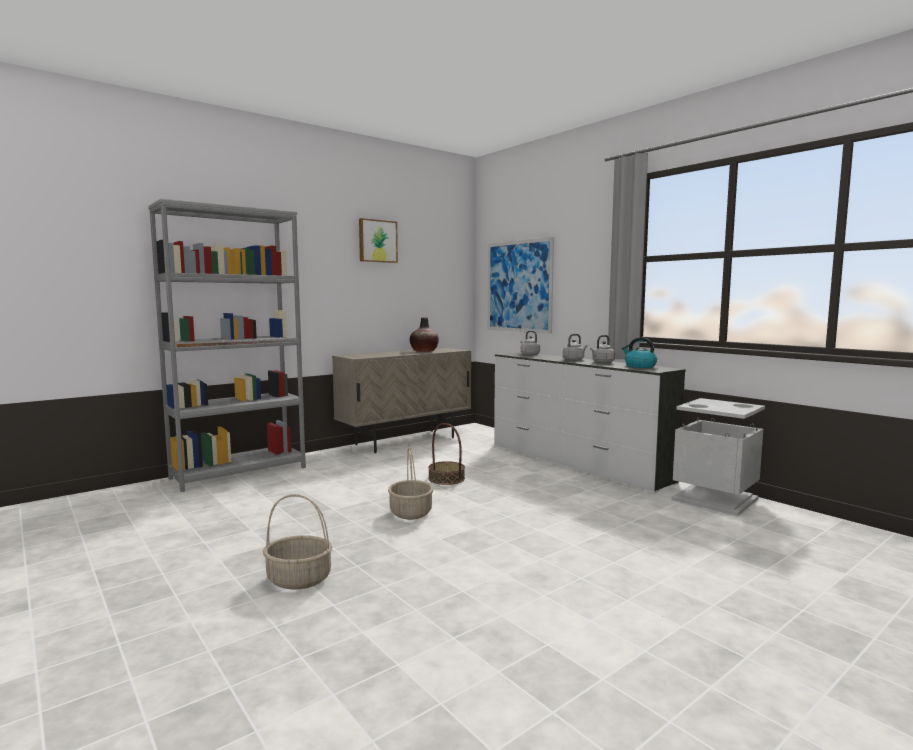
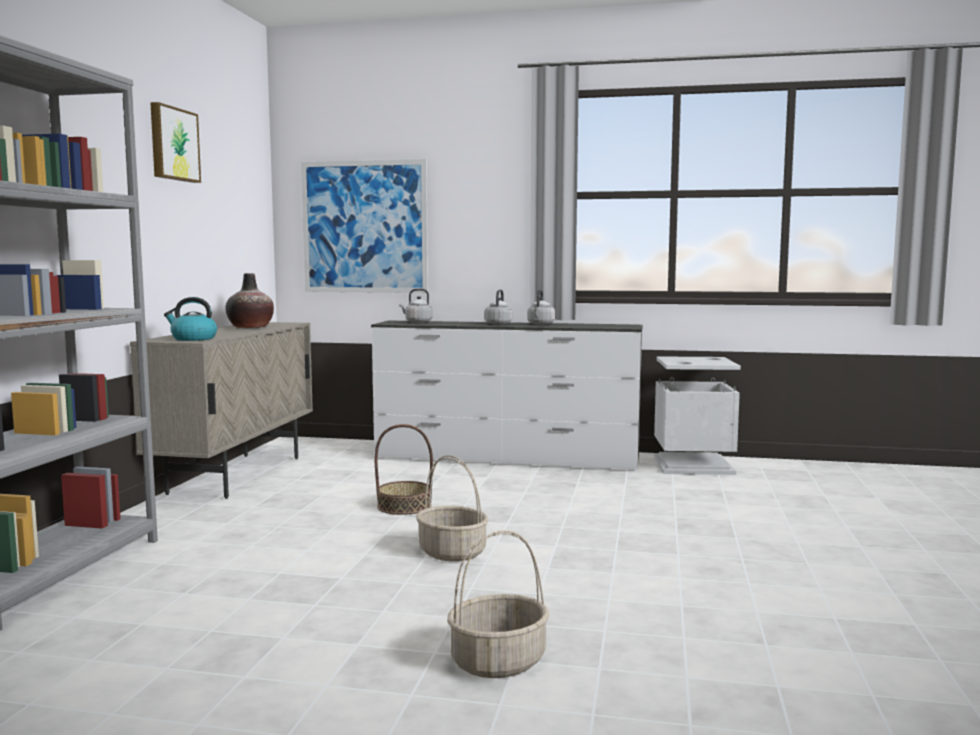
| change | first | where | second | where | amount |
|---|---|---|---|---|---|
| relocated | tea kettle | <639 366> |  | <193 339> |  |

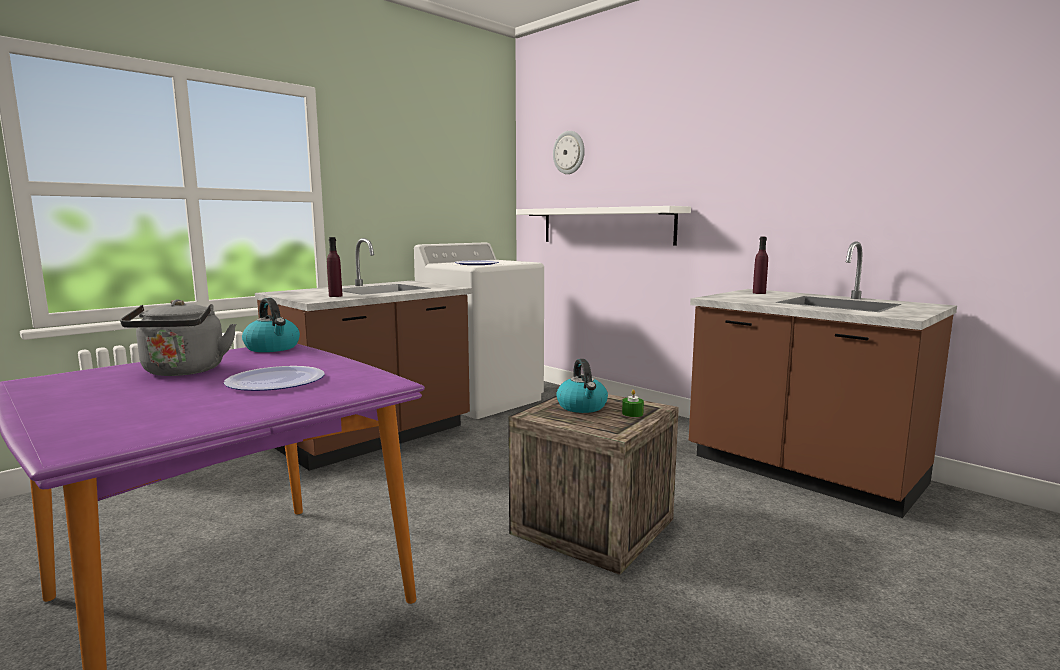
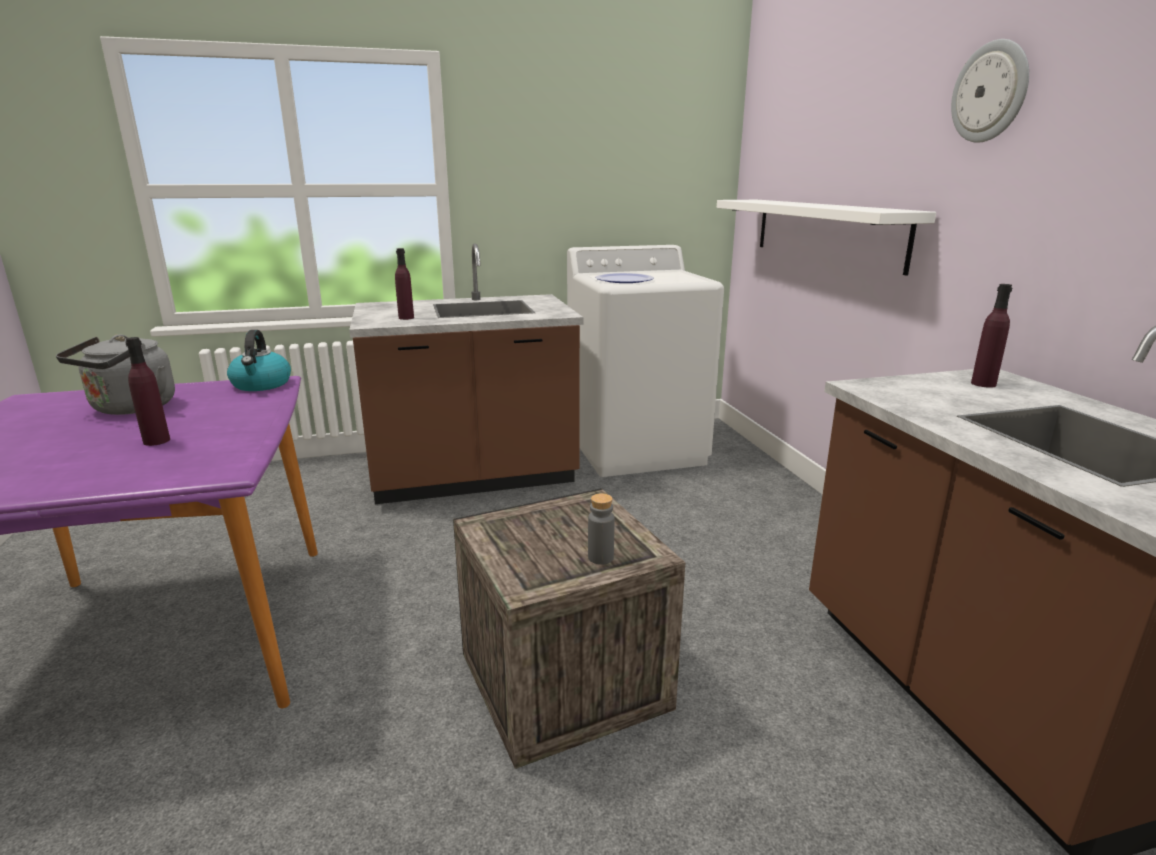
| change | first | where | second | where | amount |
|---|---|---|---|---|---|
| exchanged | flat dish | <275 381> | drink bottle (purple-coloured) | <156 441> |  |
| relocated | hanging clock | <569 152> |  | <990 92> |  |
| missing | tea kettle | <582 407> |  |  |  |
| exchanged | wax candle (green) | <632 413> | drink bottle (grey) | <600 557> |  |

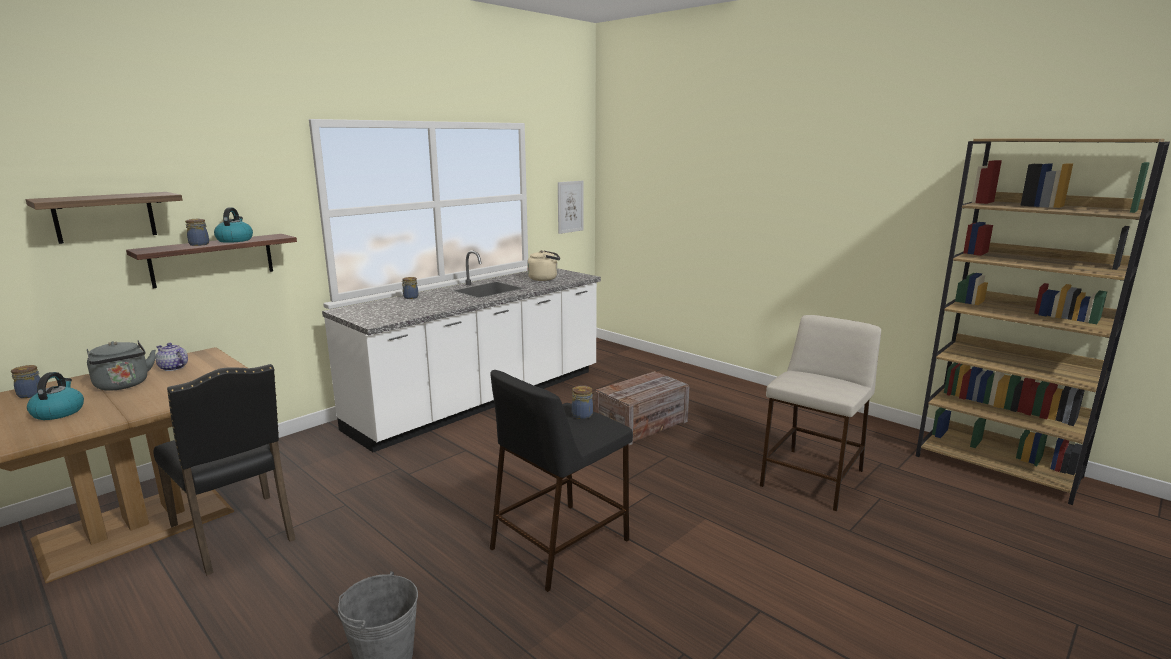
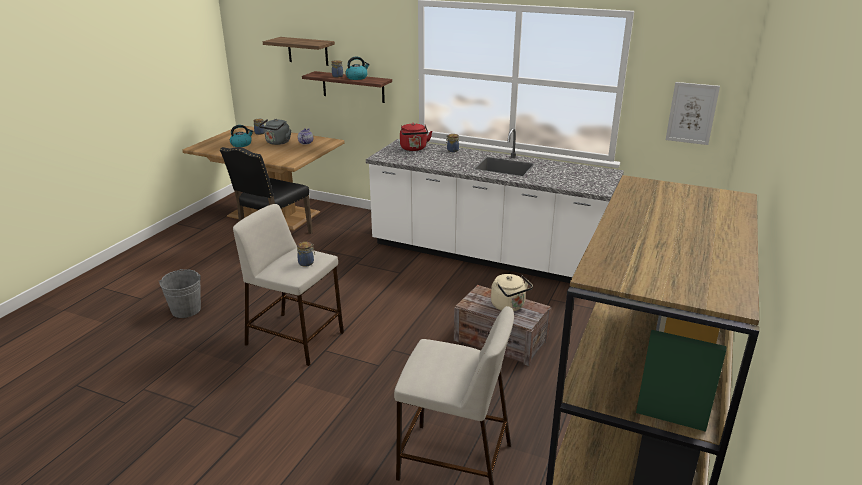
| change | first | where | second | where | amount |
|---|---|---|---|---|---|
| colour | stool seat (black) | <561 543> | stool seat (sand-coloured) | <296 338> |  |
| relocated | tea kettle (sand-coloured) | <544 278> |  | <509 306> |  |
| appeared |  |  | tea kettle (reddish) | <414 149> |  |

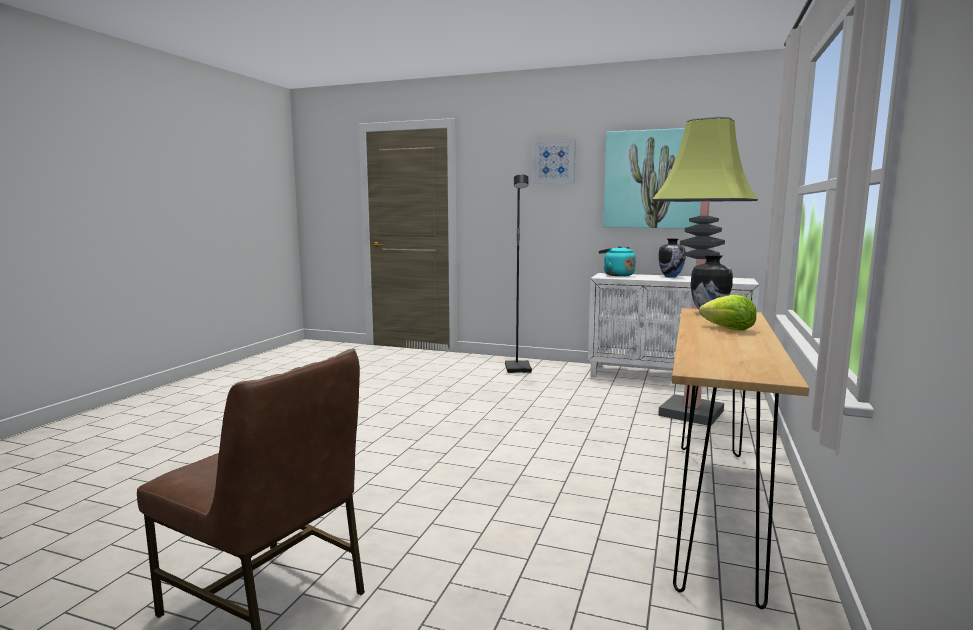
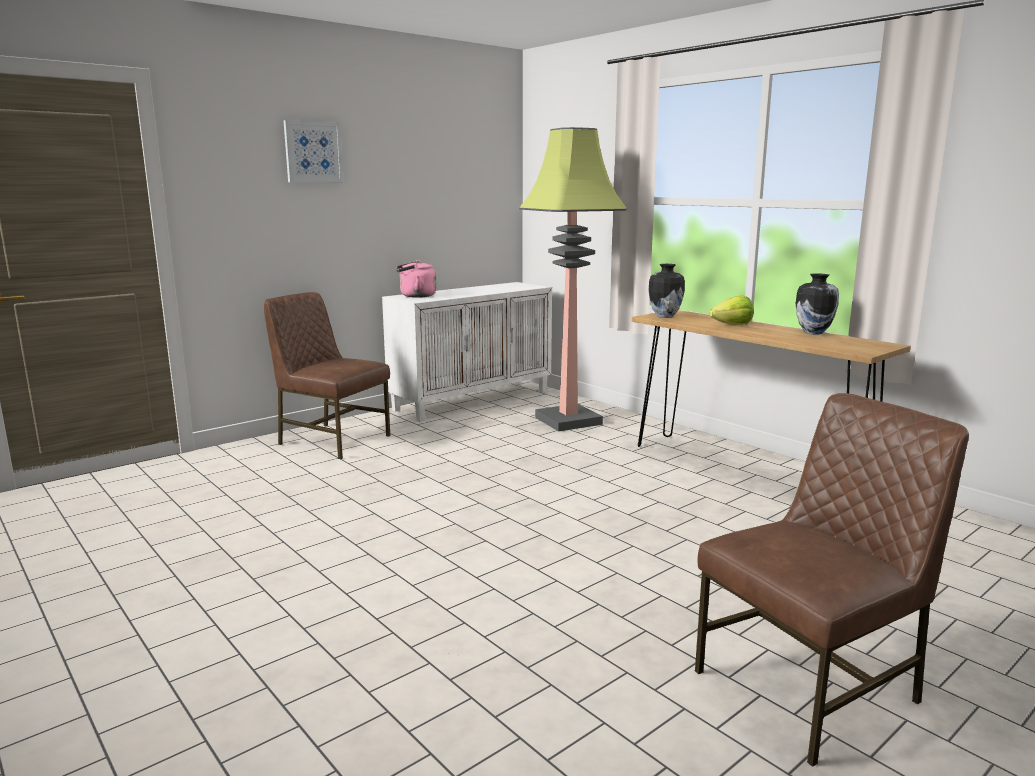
| change | first | where | second | where | amount |
|---|---|---|---|---|---|
| exchanged | standard lamp (black) | <518 368> | upright chair (brown) | <332 440> |  |
| colour | tea kettle (turquoise-coloured) | <616 275> | tea kettle (pinkish) | <415 296> |  |
| missing | wall picture | <653 179> |  |  |  |
| relocated | flower vase | <671 276> |  | <813 332> |  |

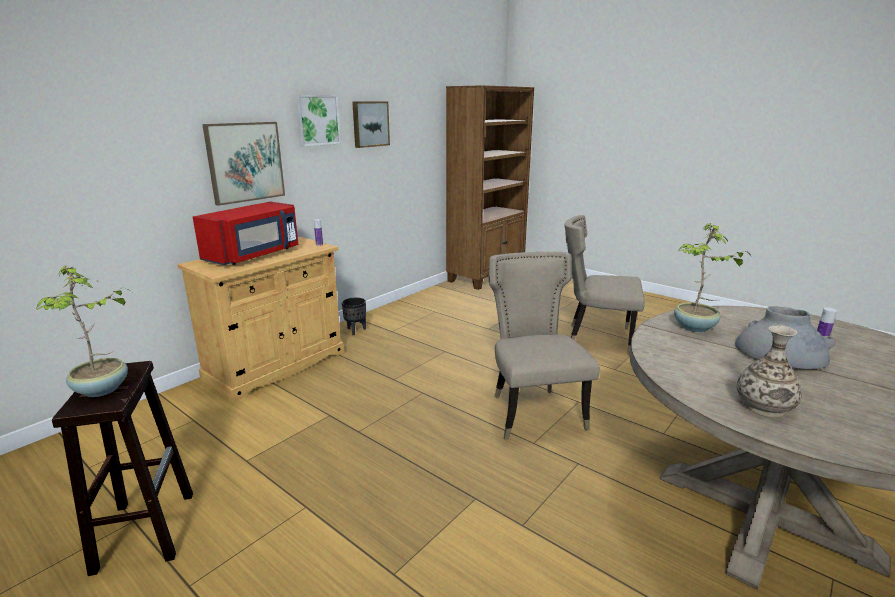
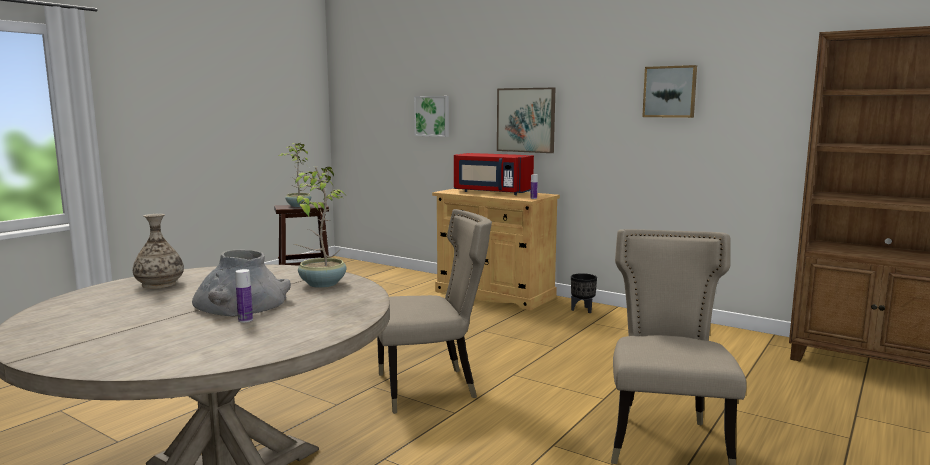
| change | first | where | second | where | amount |
|---|---|---|---|---|---|
| relocated | wall picture | <317 120> |  | <432 116> |  |

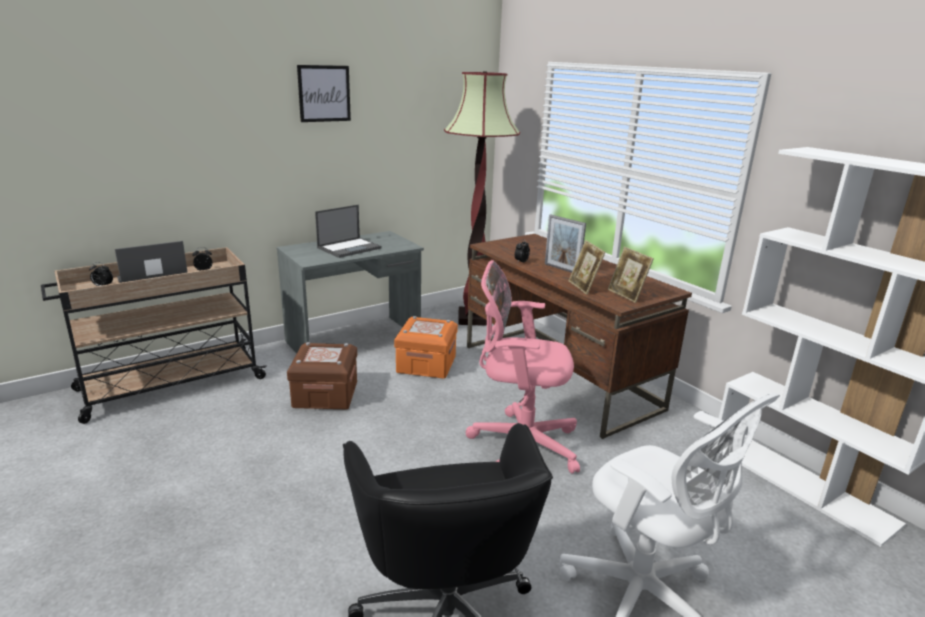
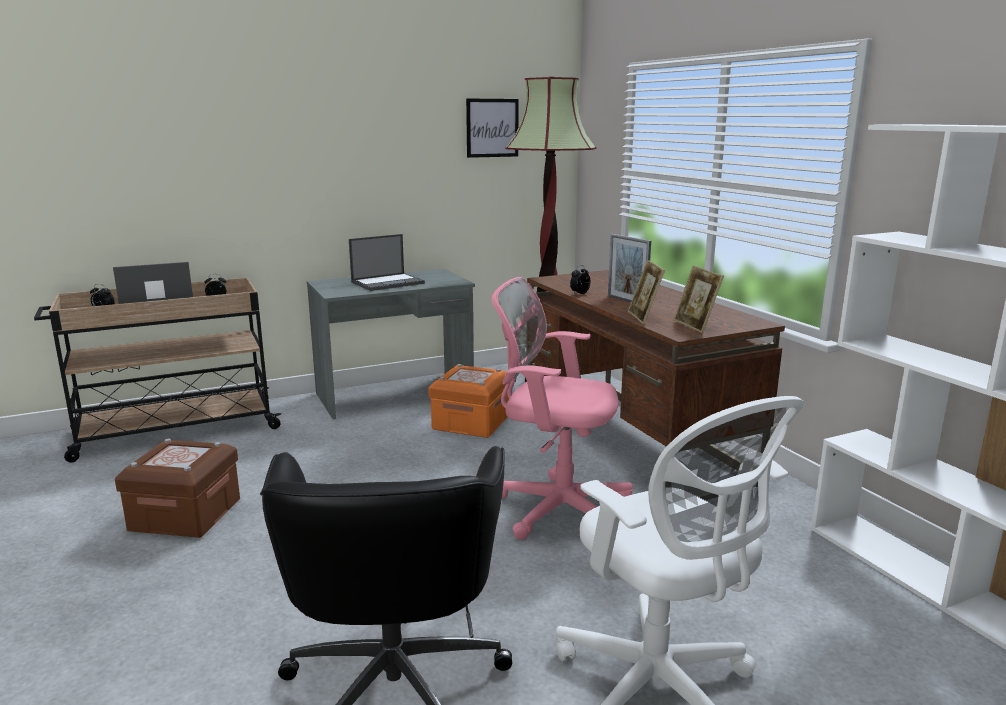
| change | first | where | second | where | amount |
|---|---|---|---|---|---|
| relocated | storage bin (brown) | <325 394> |  | <185 515> |  |
| relocated | wall picture | <324 93> |  | <492 128> |  |

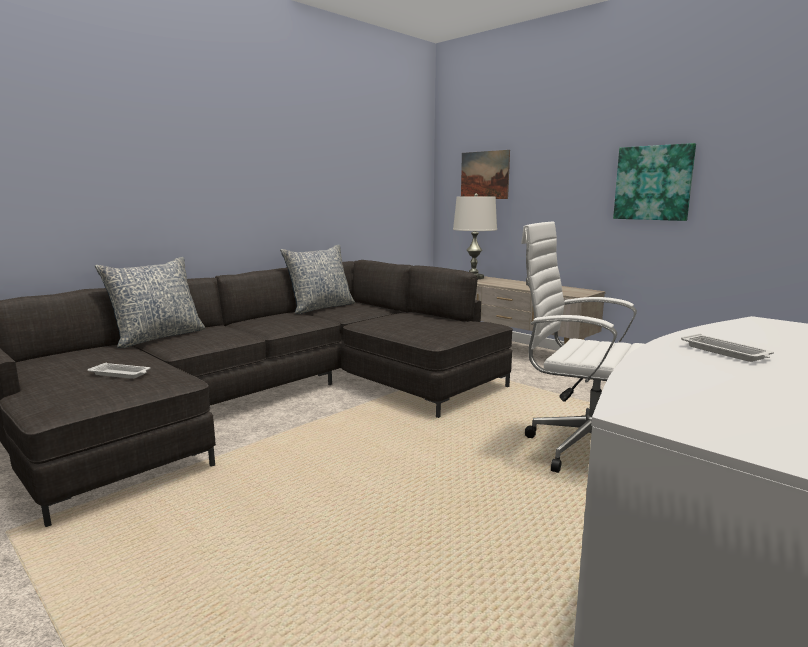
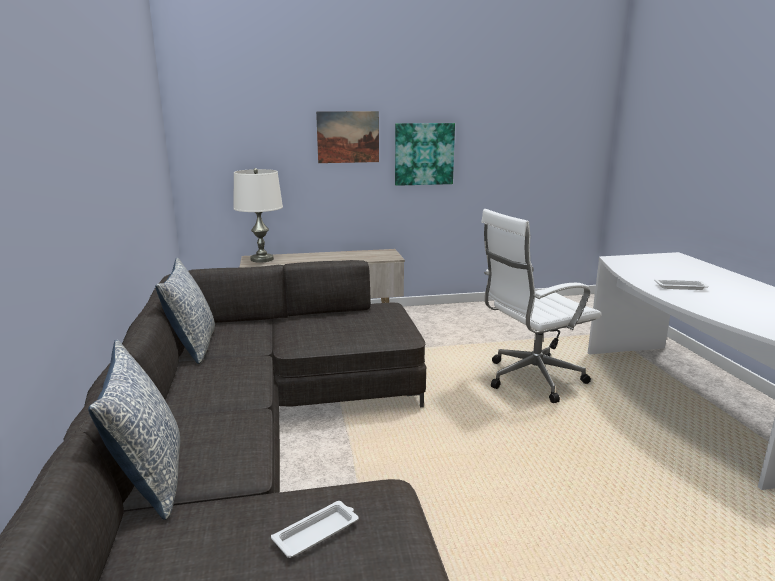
| change | first | where | second | where | amount |
|---|---|---|---|---|---|
| relocated | wall picture | <484 175> |  | <348 137> |  |

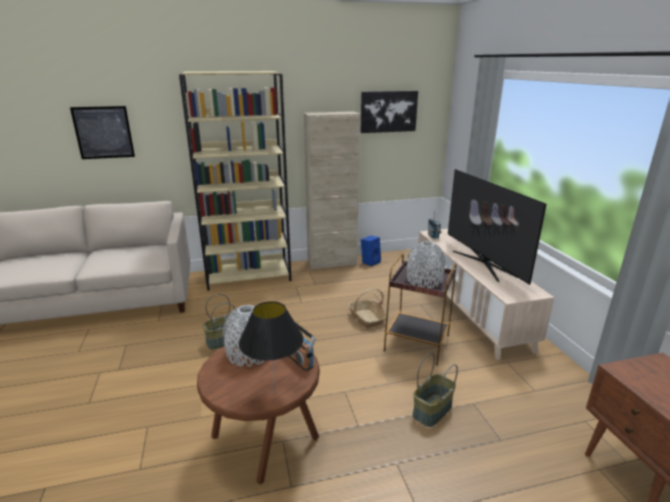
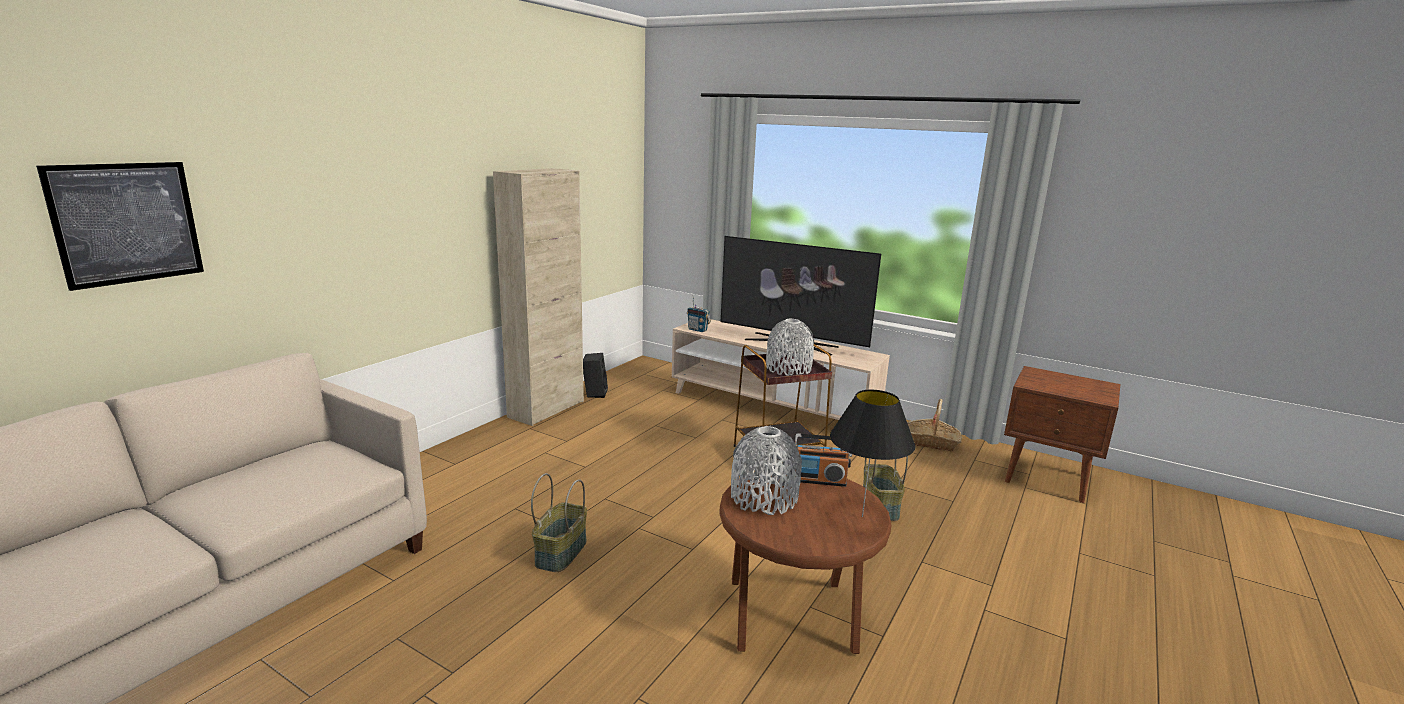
| change | first | where | second | where | amount |
|---|---|---|---|---|---|
| missing | bookcase (sand-coloured) | <249 276> |  |  |  |
| relocated | storage basket | <367 318> |  | <931 442> |  |
| missing | wall picture | <388 111> |  |  |  |
| colour | loudspeaker (blue) | <370 262> | loudspeaker (black) | <594 393> |  |

